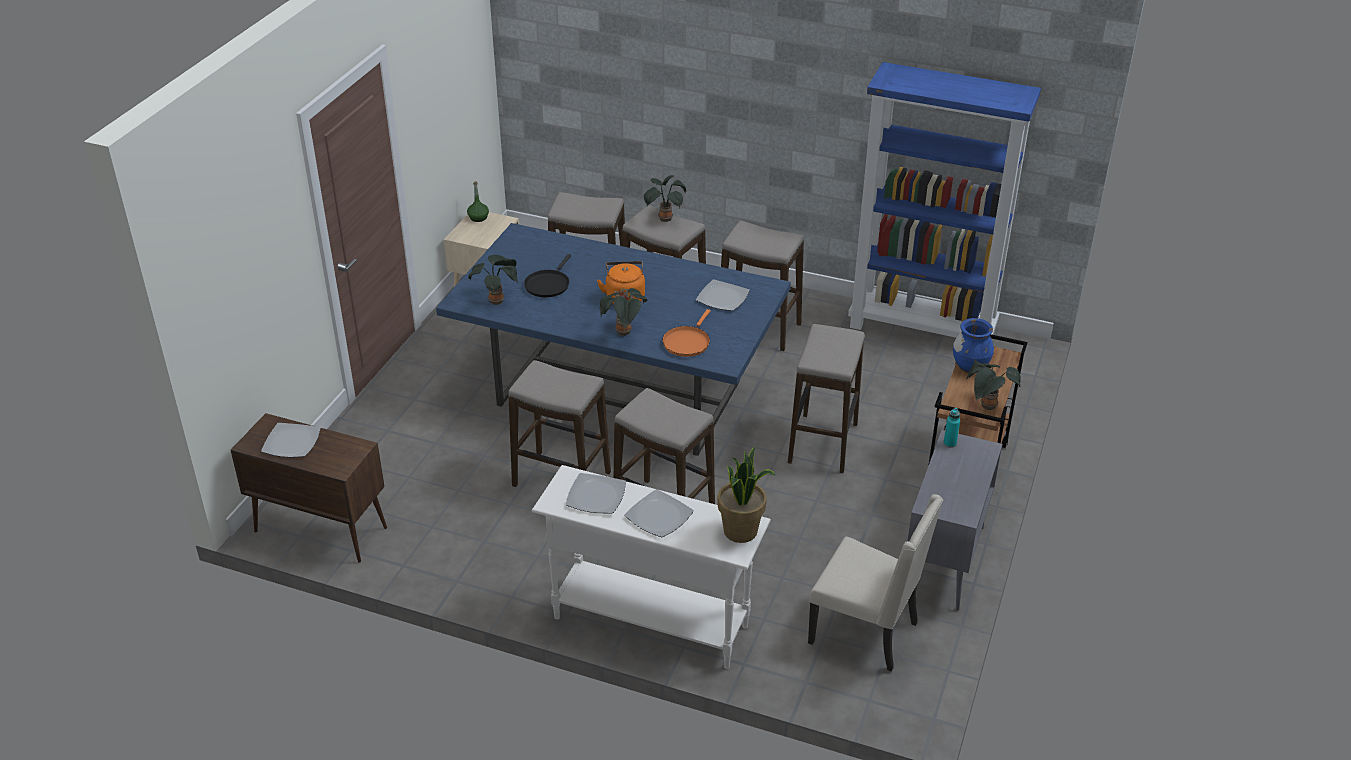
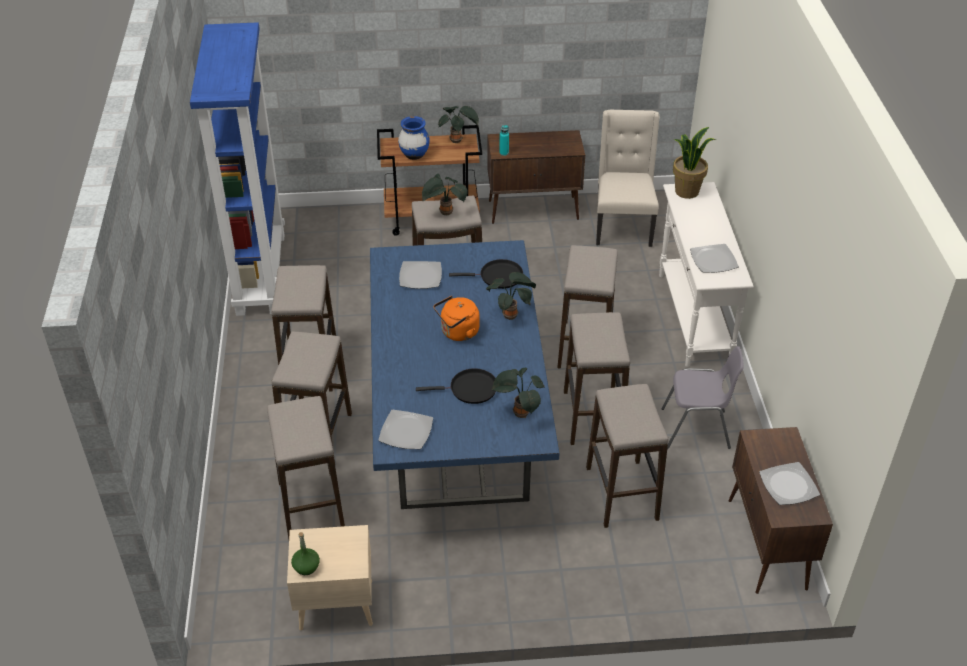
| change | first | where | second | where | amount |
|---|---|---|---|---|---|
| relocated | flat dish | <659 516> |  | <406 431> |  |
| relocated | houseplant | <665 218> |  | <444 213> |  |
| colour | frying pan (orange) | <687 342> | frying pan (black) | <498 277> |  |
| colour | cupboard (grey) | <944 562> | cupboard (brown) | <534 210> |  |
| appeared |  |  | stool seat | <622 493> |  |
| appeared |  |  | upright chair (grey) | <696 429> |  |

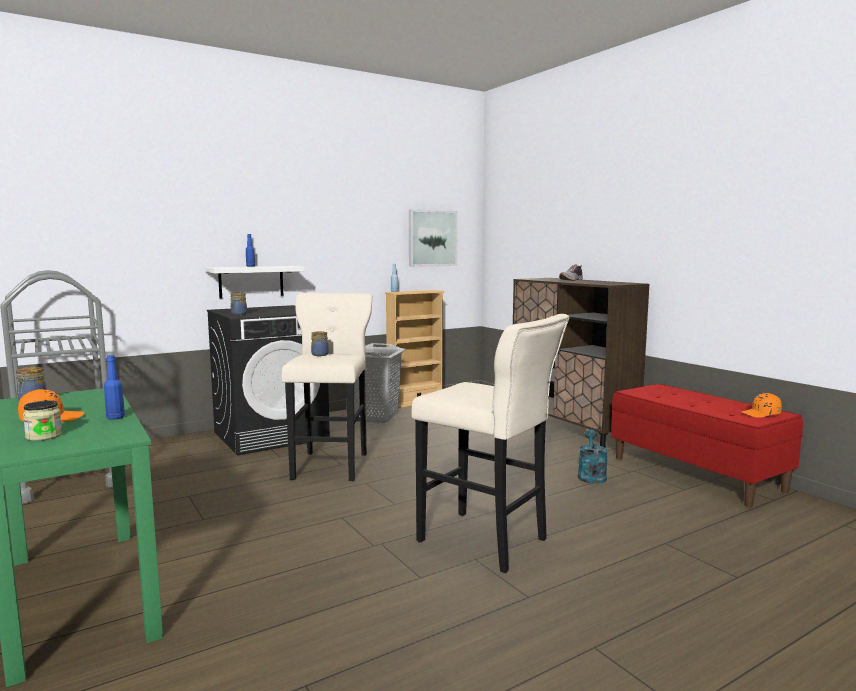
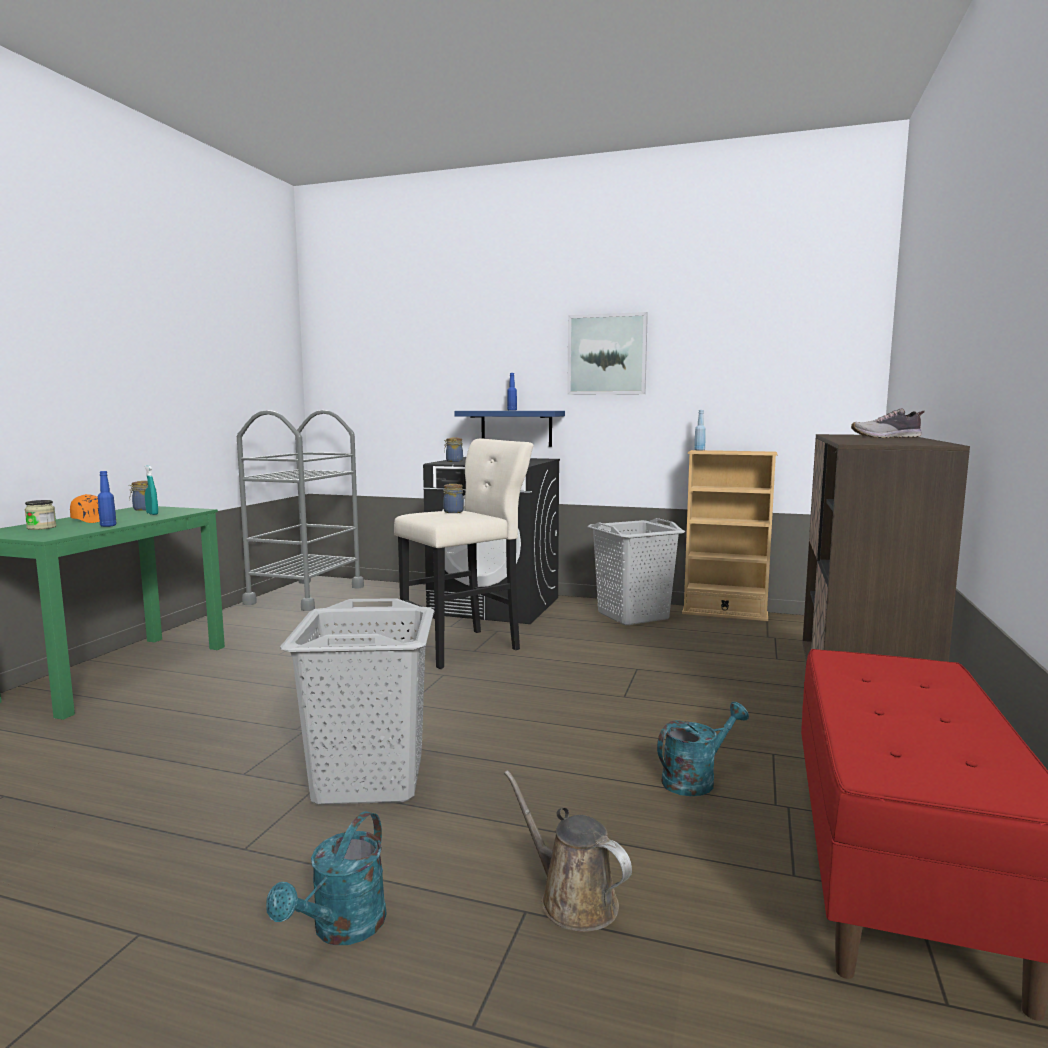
| change | first | where | second | where | amount |
|---|---|---|---|---|---|
| colour | bracket shelf (whitish) | <251 281> | bracket shelf (blue) | <516 428> |  |
| relocated | wall picture | <432 238> |  | <607 354> |  |
| exchanged | stool seat (sand-coloured) | <487 542> | hamper (grey) | <367 780> |  |
| missing | peaked cap (orange) | <761 414> |  |  |  |
| appeared |  |  | spray bottle (turquoise-coloured) | <152 514> |  |
| appeared |  |  | watering can (turquoise-coloured) | <341 930> |  |
| appeared |  |  | watering can (brown) | <572 900> |  |

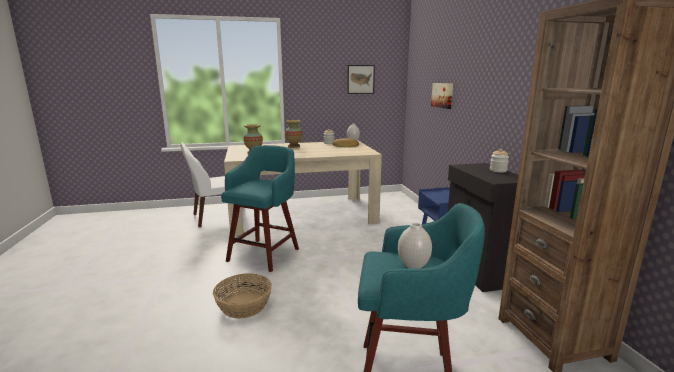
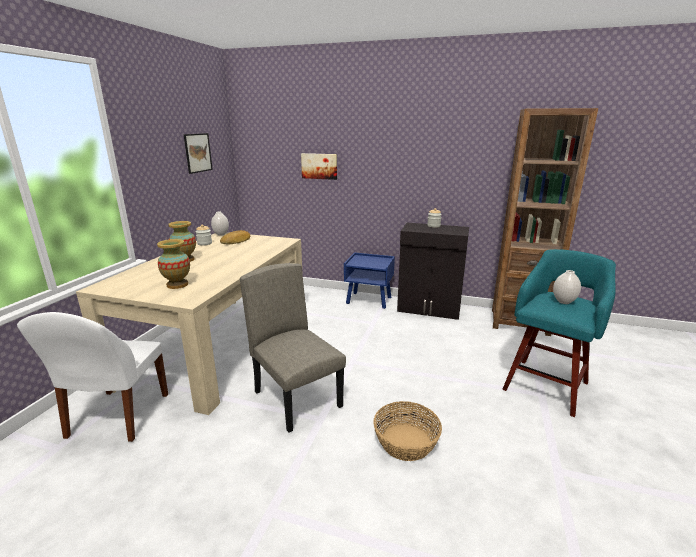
| change | first | where | second | where | amount |
|---|---|---|---|---|---|
| exchanged | stool seat (turquoise-coloured) | <265 254> | upright chair (sand-coloured) | <298 399> |  |

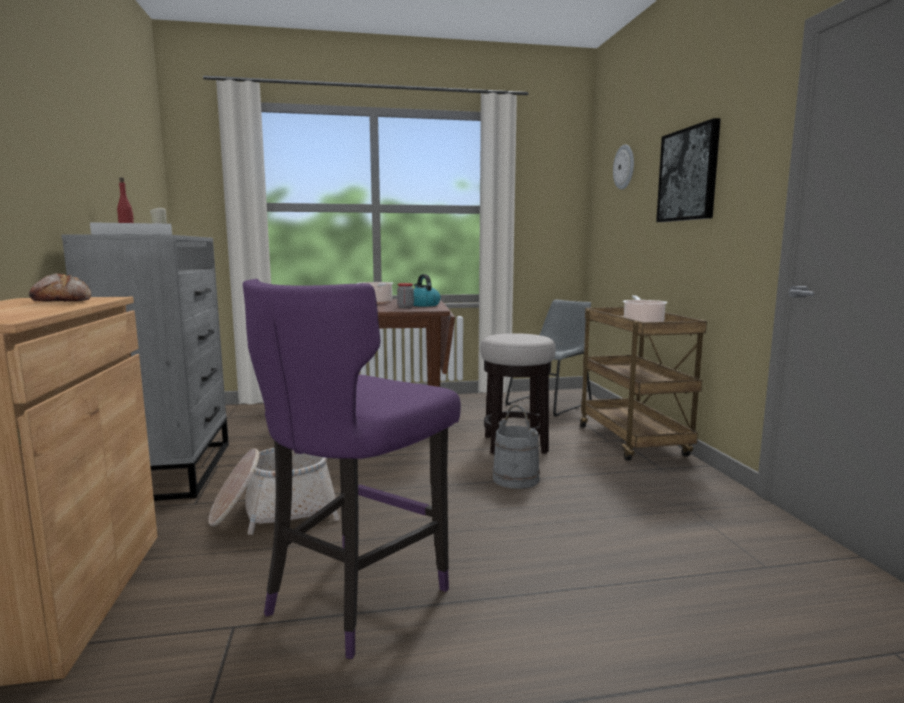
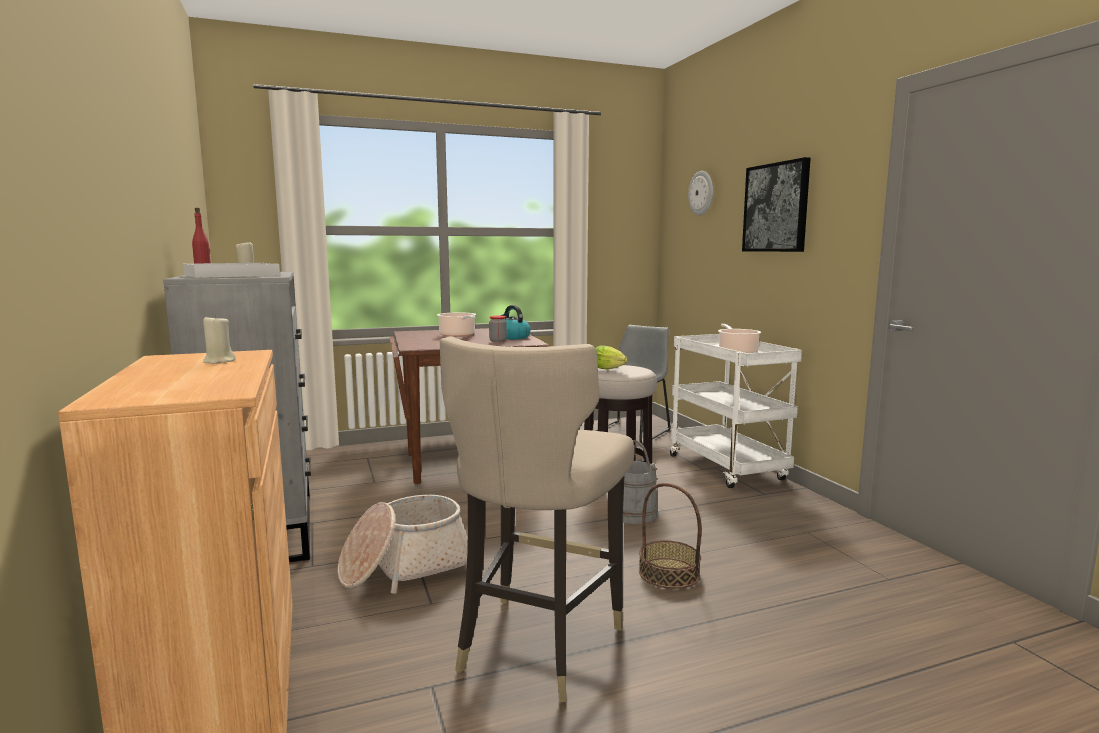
| change | first | where | second | where | amount |
|---|---|---|---|---|---|
| exchanged | bakery bread | <63 302> | wax candle (sand-coloured) | <219 361> |  |
| colour | stool seat (purple-coloured) | <356 596> | stool seat (sand-coloured) | <537 643> |  |
| colour | wheeled cart (brown) | <634 442> | wheeled cart (whitish) | <728 468> |  |
| appeared |  |  | lettuce head | <609 369> |  |
| appeared |  |  | storage basket | <669 573> |  |

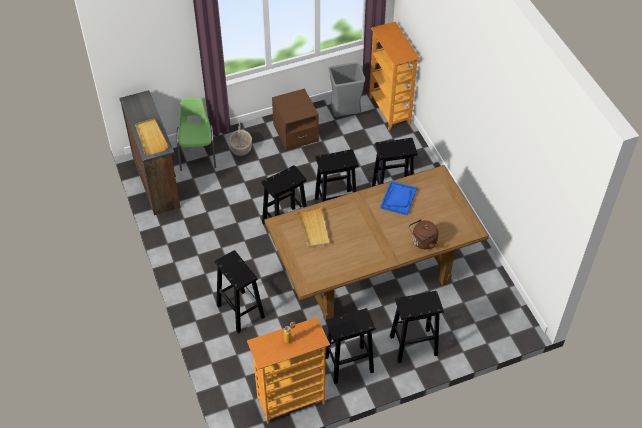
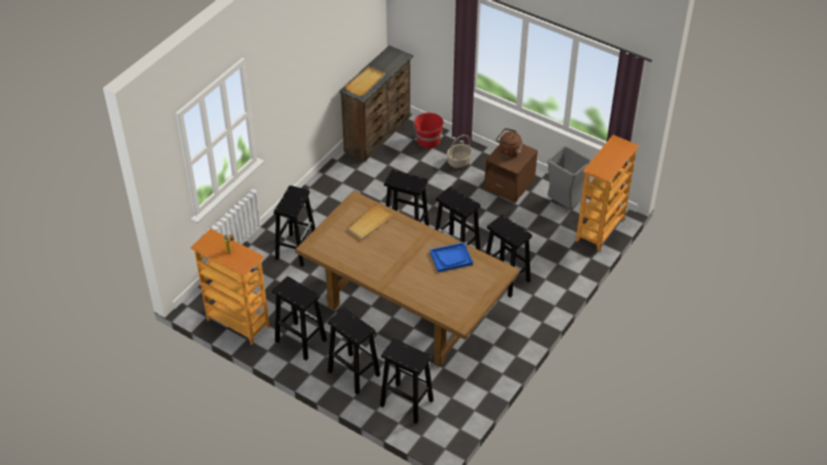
| change | first | where | second | where | amount |
|---|---|---|---|---|---|
| exchanged | upright chair (green) | <198 154> | pail (reddish) | <428 141> |  |
| relocated | tea kettle (brown) | <422 242> |  | <508 151> |  |
| appeared |  |  | stool seat (black) | <405 403> |  |

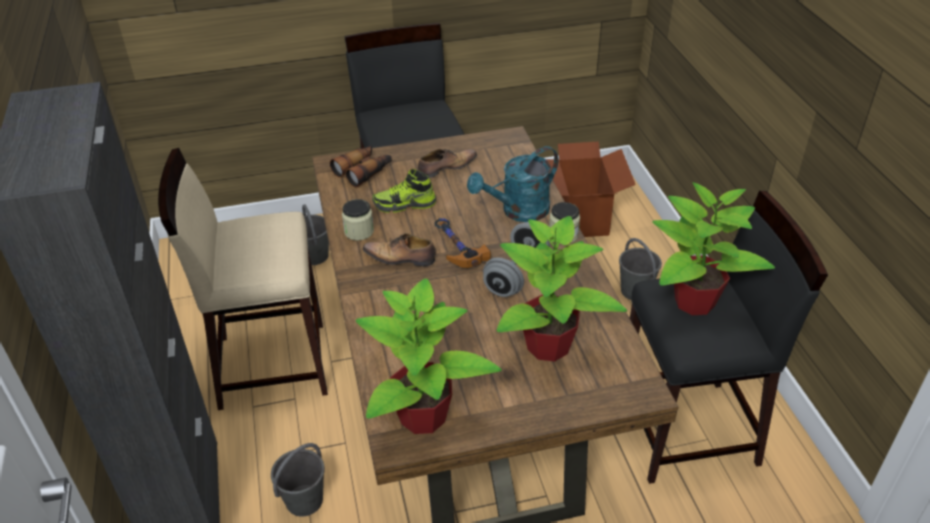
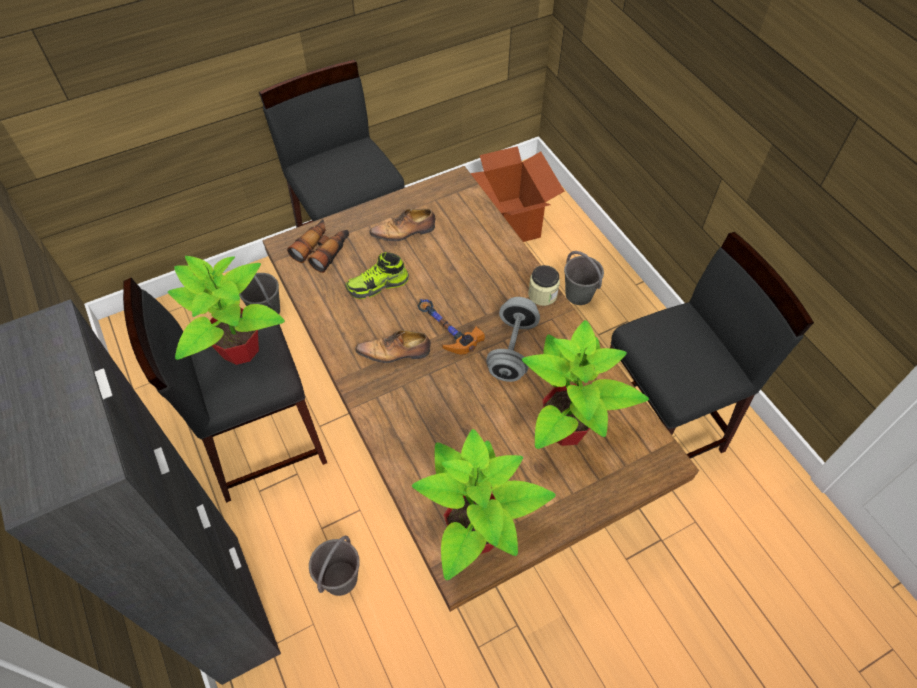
| change | first | where | second | where | amount |
|---|---|---|---|---|---|
| colour | stool seat (sand-coloured) | <271 364> | stool seat (black) | <262 441> |  |
| missing | preserve jar | <359 231> |  |  |  |
| spun | item of footwear | <446 168> |  | <404 232> | 150 degrees counterclockwise |
| missing | watering can (turquoise-coloured) | <518 212> |  |  |  |
| relocated | houseplant | <693 301> |  | <239 349> |  |

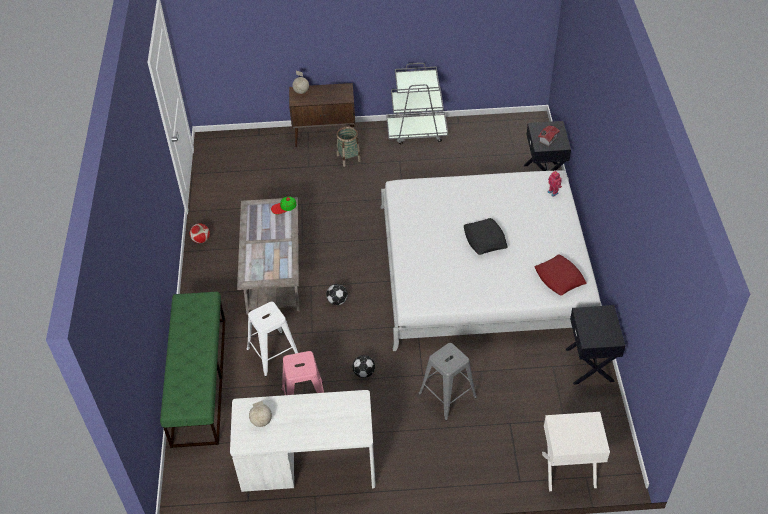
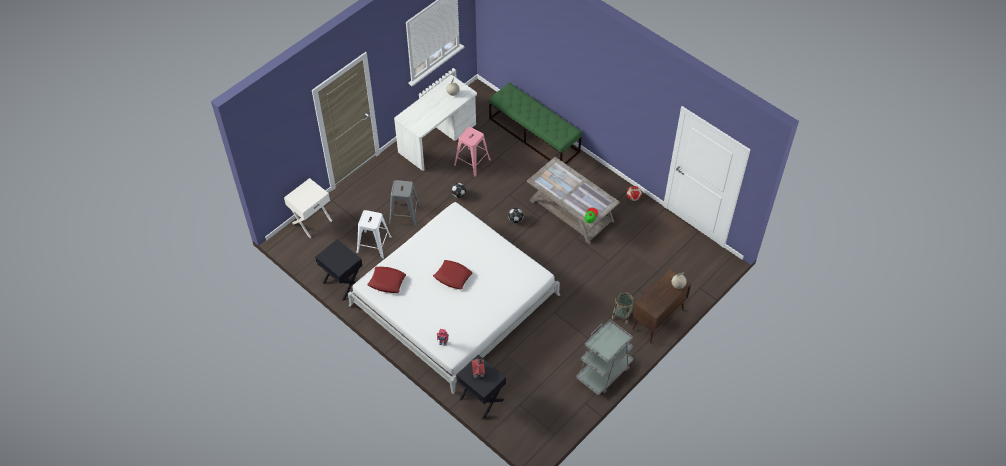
| change | first | where | second | where | amount |
|---|---|---|---|---|---|
| relocated | stool seat (whitish) | <273 352> |  | <374 245> |  |
| colour | cushion (black) | <485 239> | cushion (reddish) | <452 276> |  |

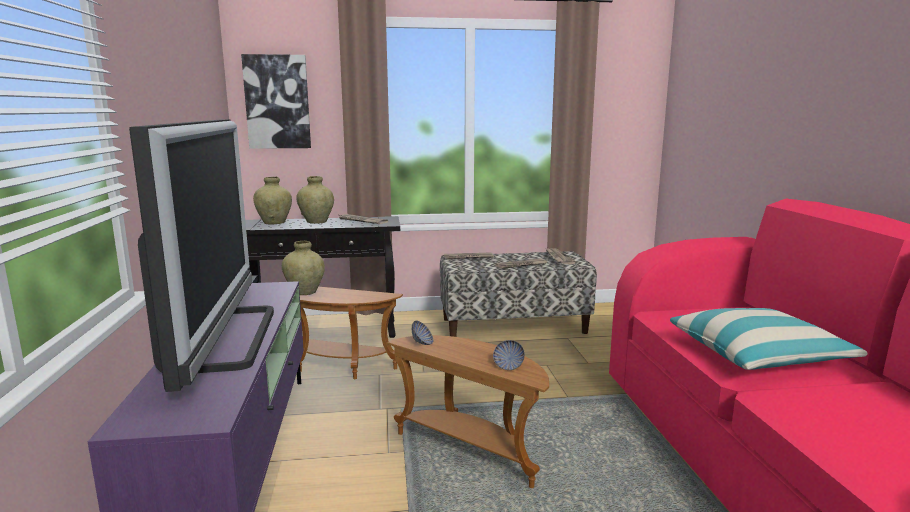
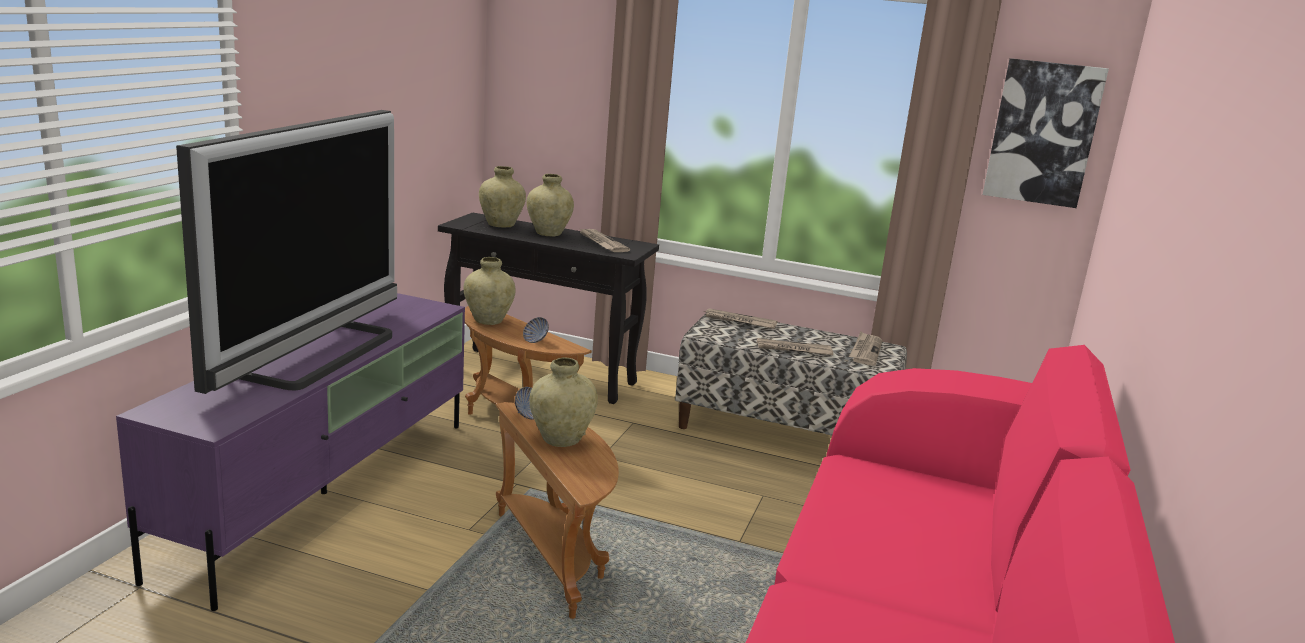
| change | first | where | second | where | amount |
|---|---|---|---|---|---|
| relocated | wall picture | <277 102> |  | <1043 133> |  |
| relocated | serving bowl | <508 366> |  | <535 340> |  |
| missing | cushion | <757 355> |  |  |  |
| appeared |  |  | flower vase (sand-coloured) | <561 439> |  |

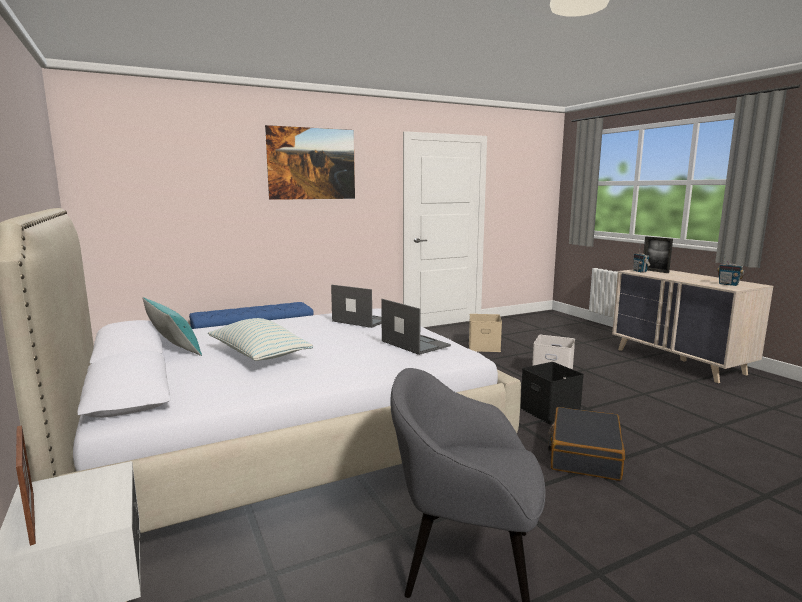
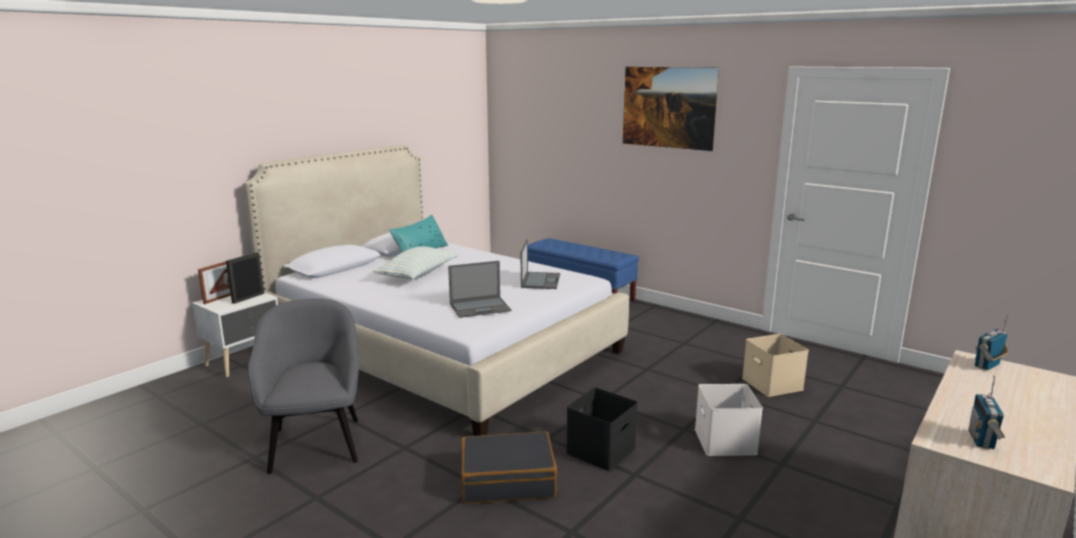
| change | first | where | second | where | amount |
|---|---|---|---|---|---|
| spun | portable computer | <414 343> |  | <480 307> | 45 degrees clockwise |
| relocated | picture frame | <655 271> |  | <248 298> |  |

